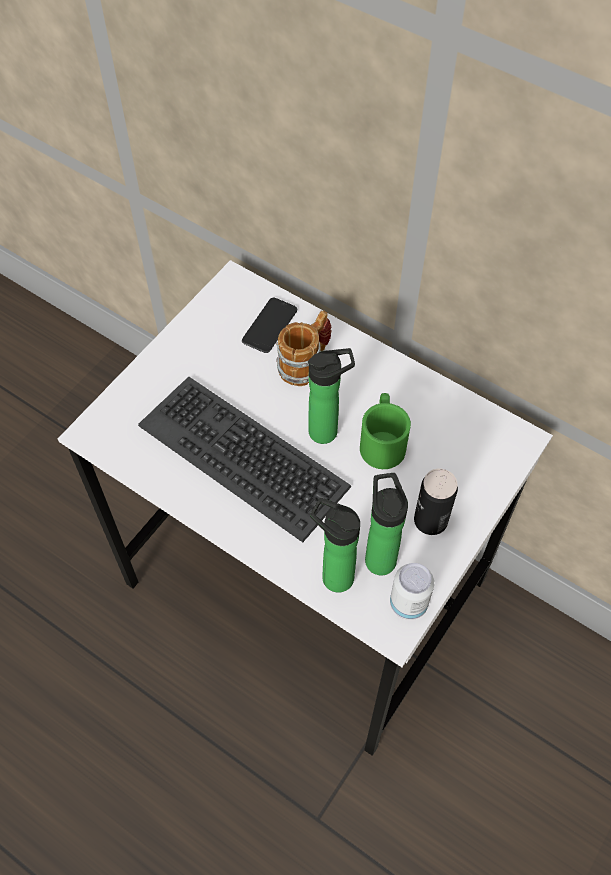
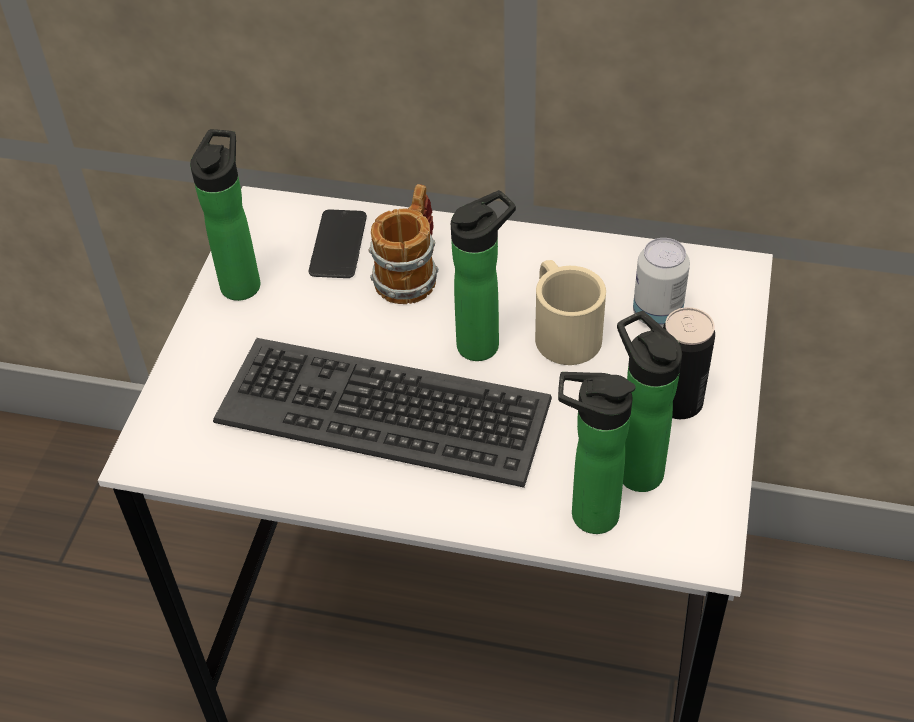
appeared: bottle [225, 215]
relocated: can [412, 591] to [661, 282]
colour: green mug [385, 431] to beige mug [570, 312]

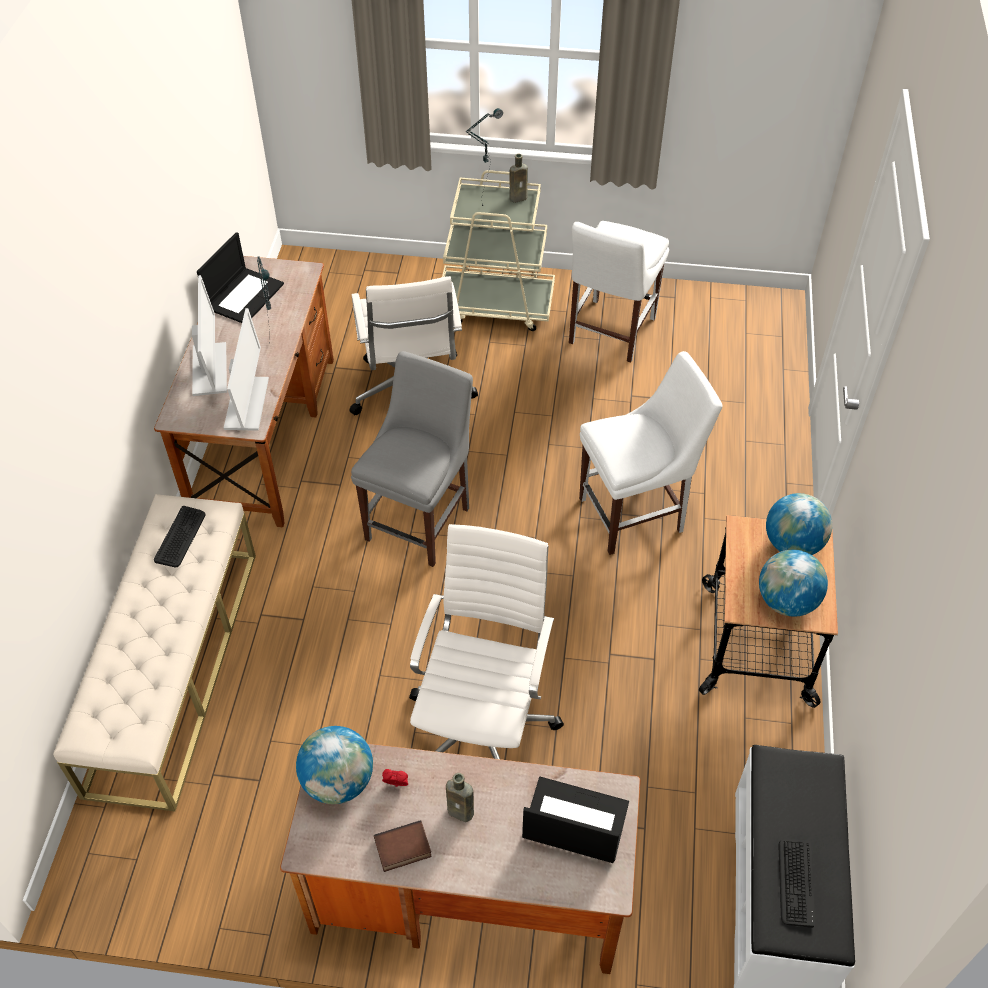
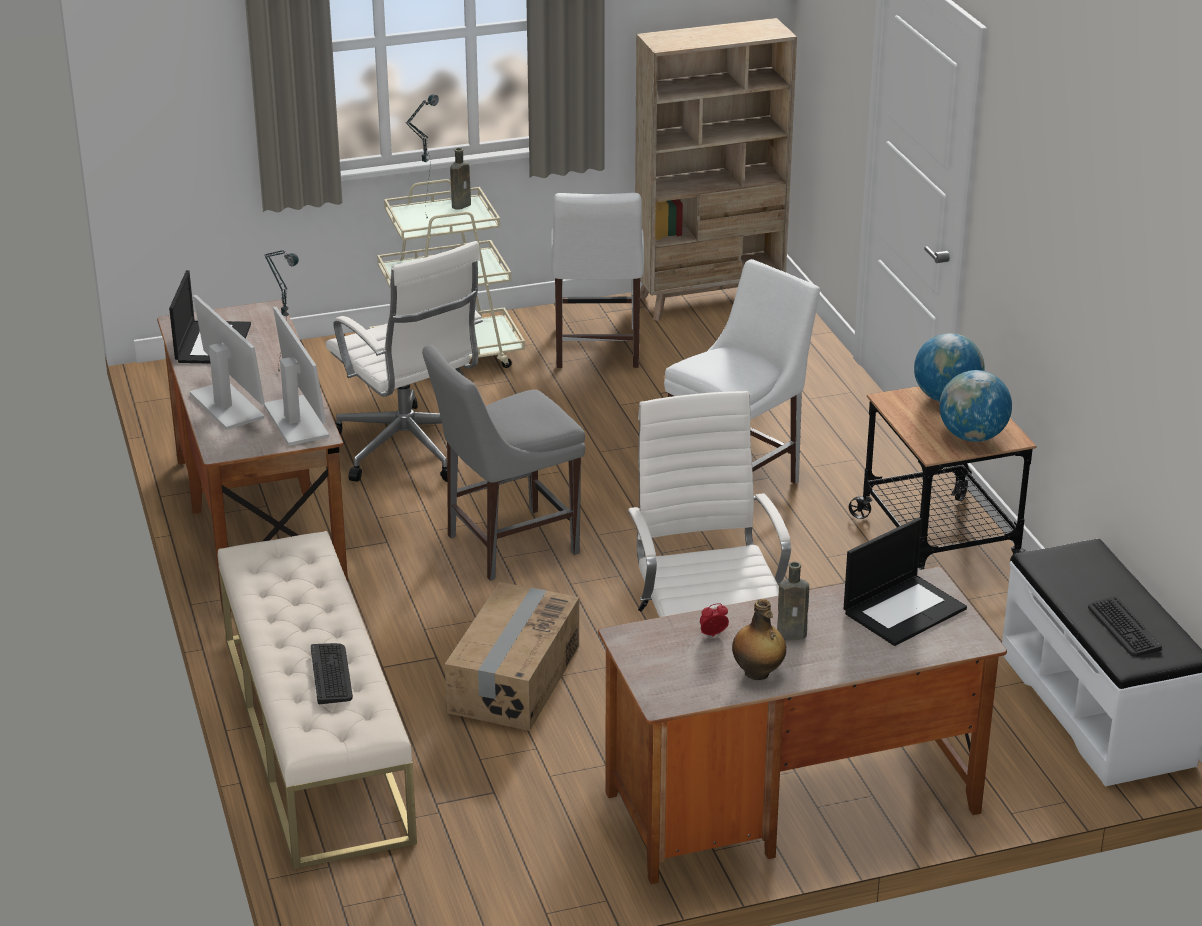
missing: globe [334, 765]
appeared: cardboard box [512, 656]; beige bookcase [716, 169]
relocated: keyboard [180, 536] to [332, 673]
exchanged: book [403, 846] to bottle [759, 639]
spun: grey chair [412, 459] = [503, 463] 120 degrees counterclockwise; laptop [575, 820] = [905, 581] 150 degrees clockwise

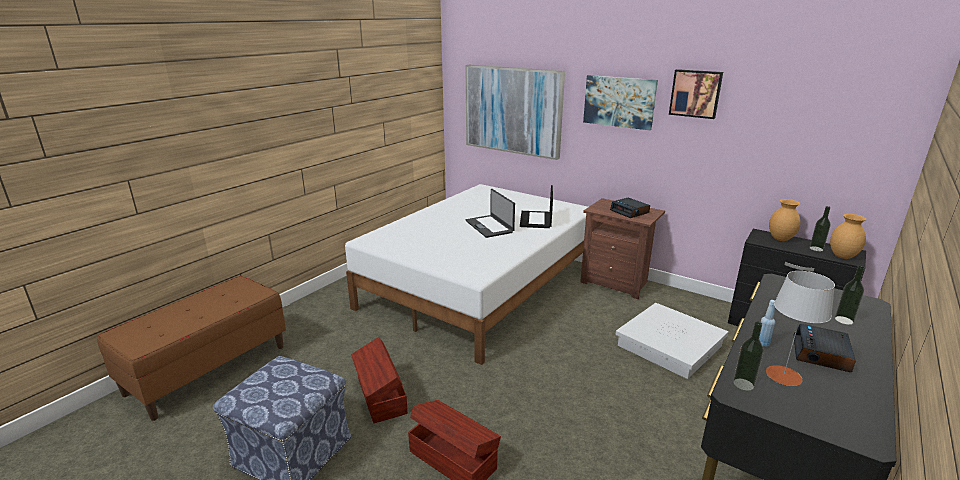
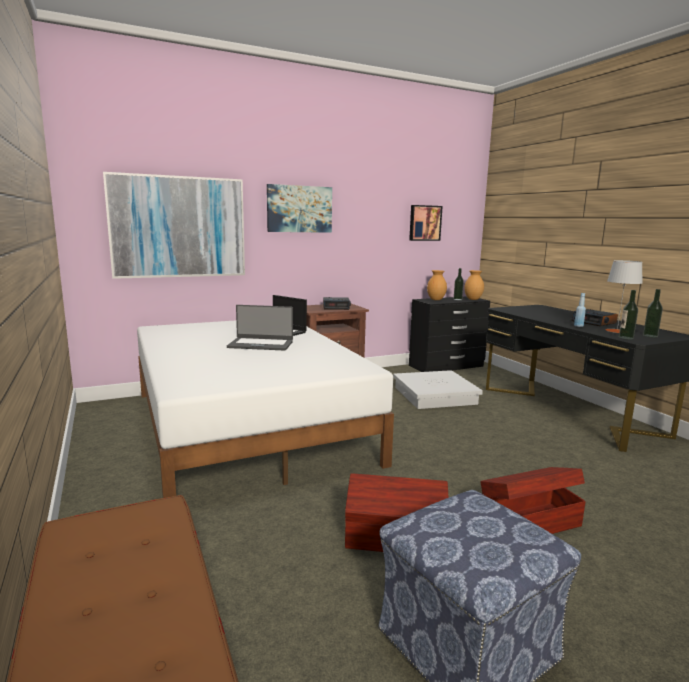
relocated: picture [696, 94] to [426, 223]; bottle [850, 295] to [653, 313]

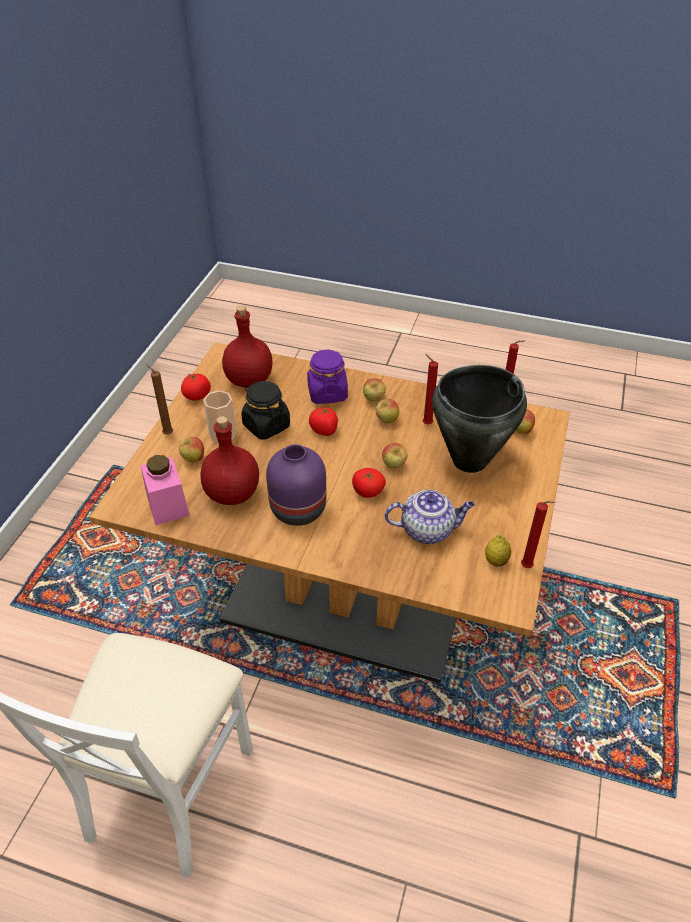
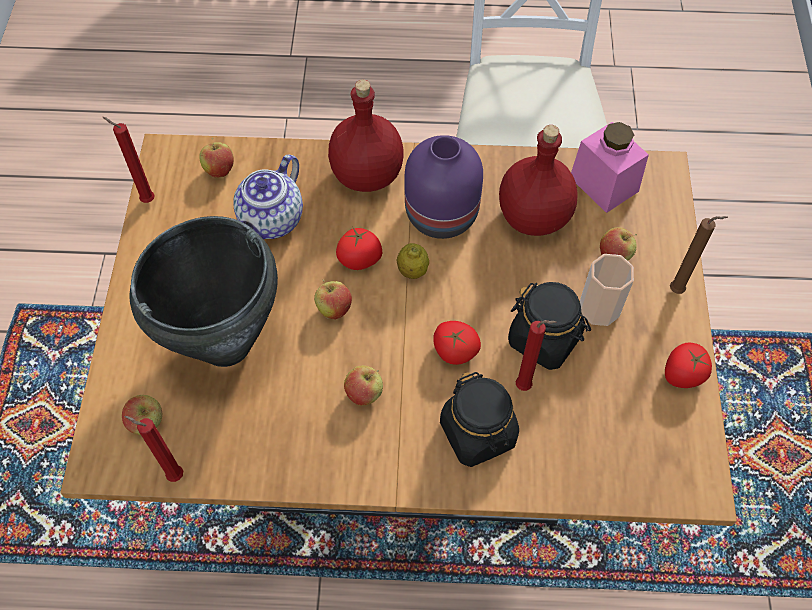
relocated: apple [374, 390] to [216, 158]; red bottle [247, 347] to [366, 136]; lemon [498, 551] to [413, 261]; red candle [430, 389] to [536, 355]
colour: purple jar [327, 376] to black jar [479, 419]
spun: teapot [430, 517] = [268, 197] 45 degrees counterclockwise

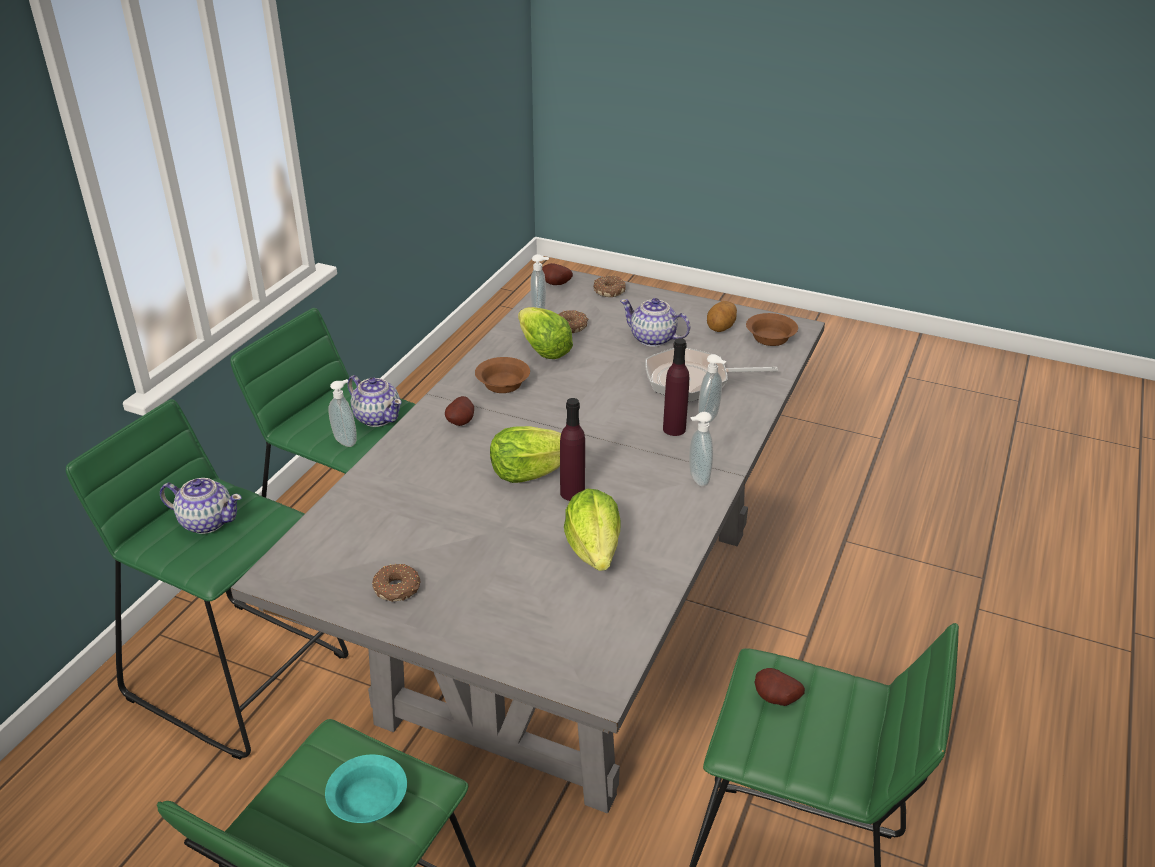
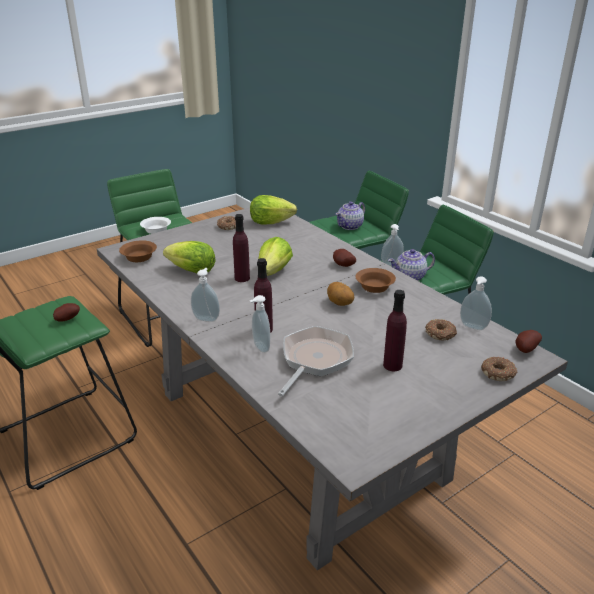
relocated: brown bowl [772, 329] to [138, 251]; lettuce [545, 333] to [273, 210]; potato [722, 316] to [341, 294]
exchanged: teapot [655, 322] to purple bottle [395, 330]
colour: turquoise bowl [366, 788] to white bowl [155, 225]

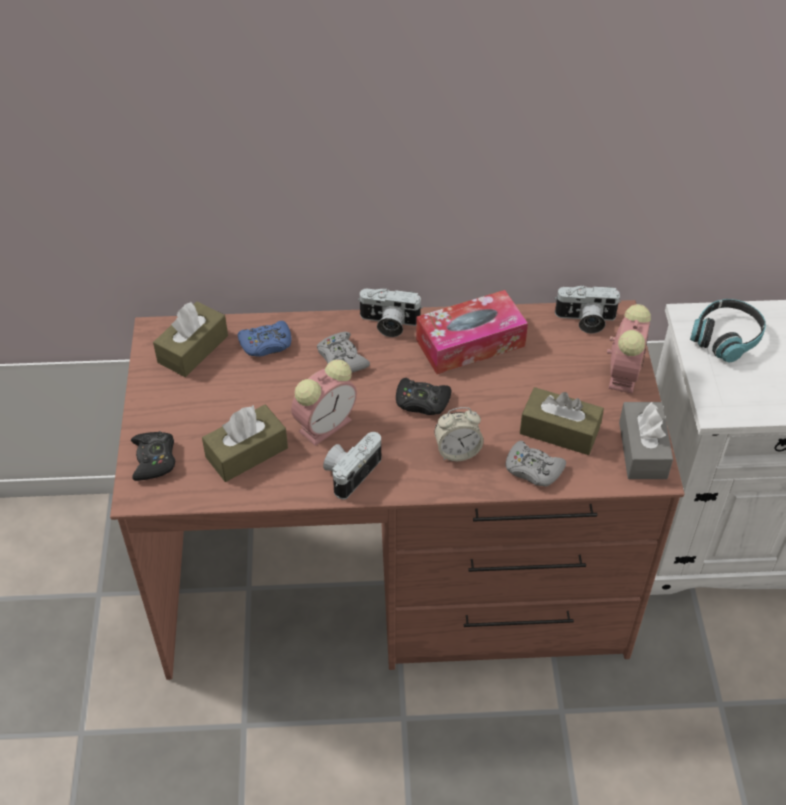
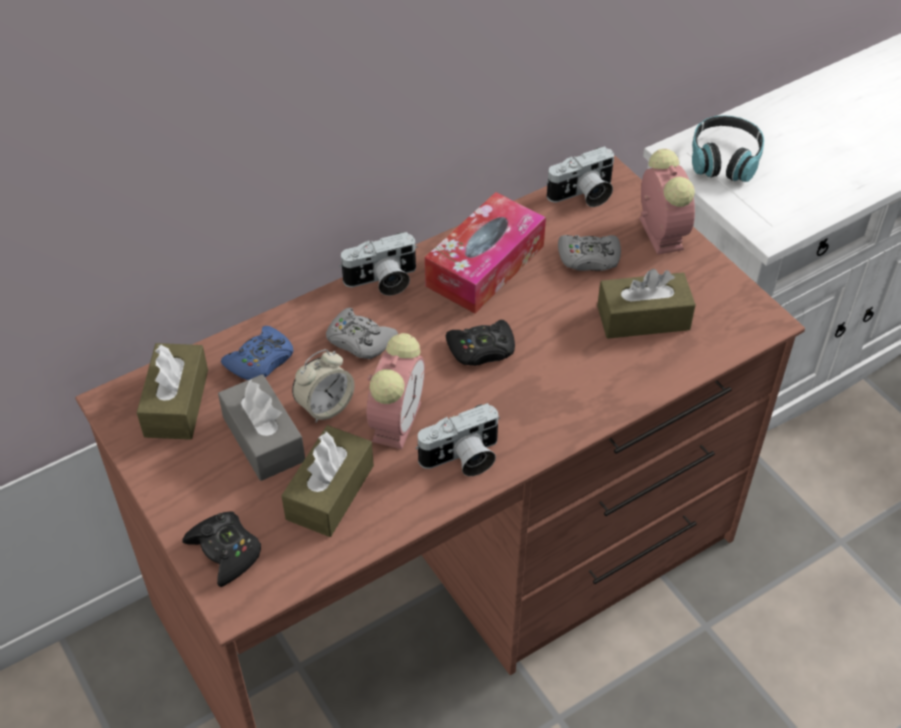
relocated: grey tissue box [646, 440] to [261, 427]; alarm clock [459, 434] to [323, 386]; grey game controller [535, 463] to [589, 253]
spun: photo camera [352, 466] = [457, 439] 120 degrees counterclockwise

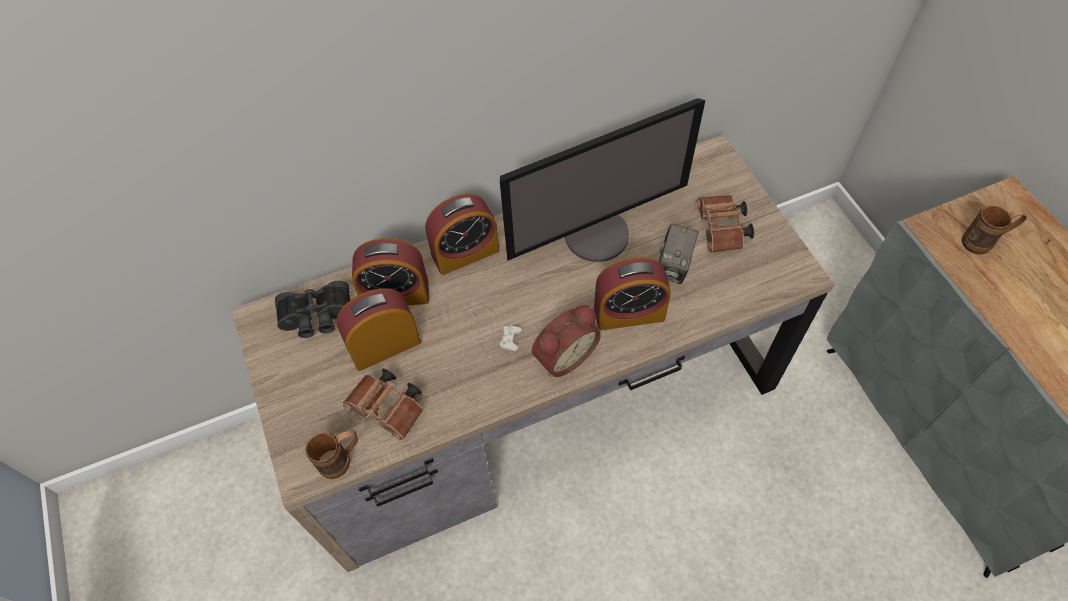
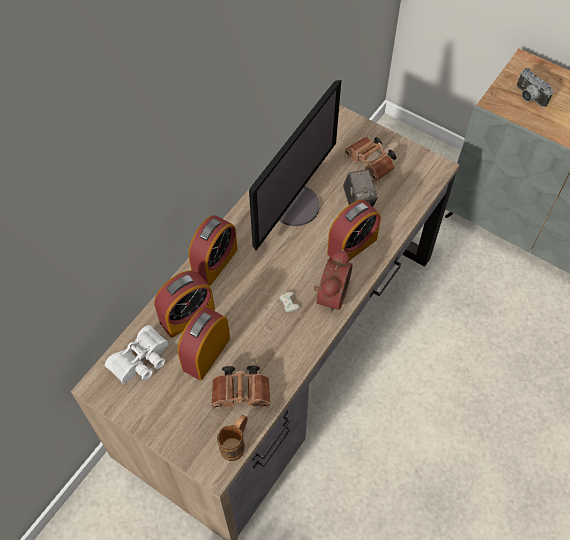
exchanged: brown mug [994, 229] to photo camera [535, 87]
colour: black binoculars [312, 309] to white binoculars [136, 354]

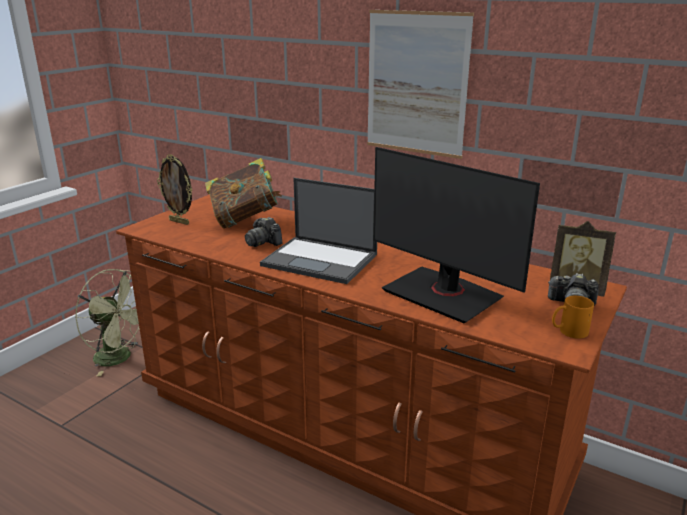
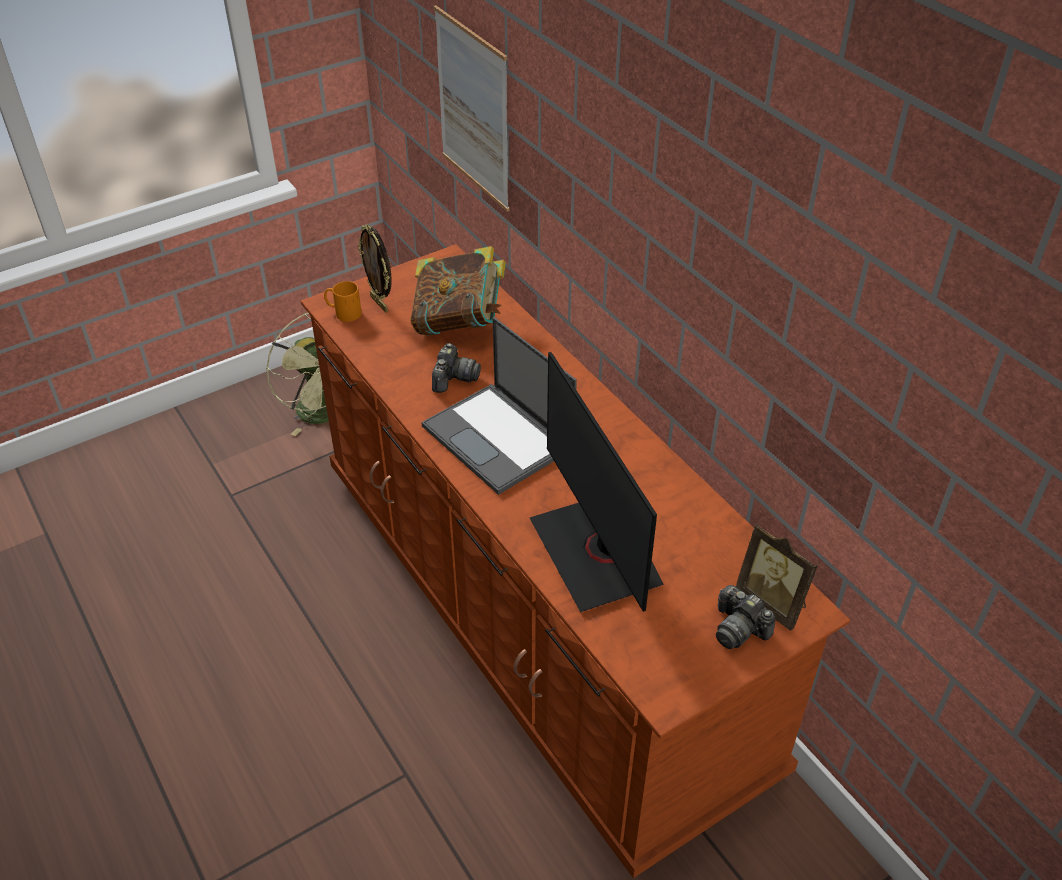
relocated: orange mug [573, 317] to [343, 301]; picture [420, 84] to [471, 108]
spun: photo camera [264, 232] = [456, 368] 150 degrees counterclockwise

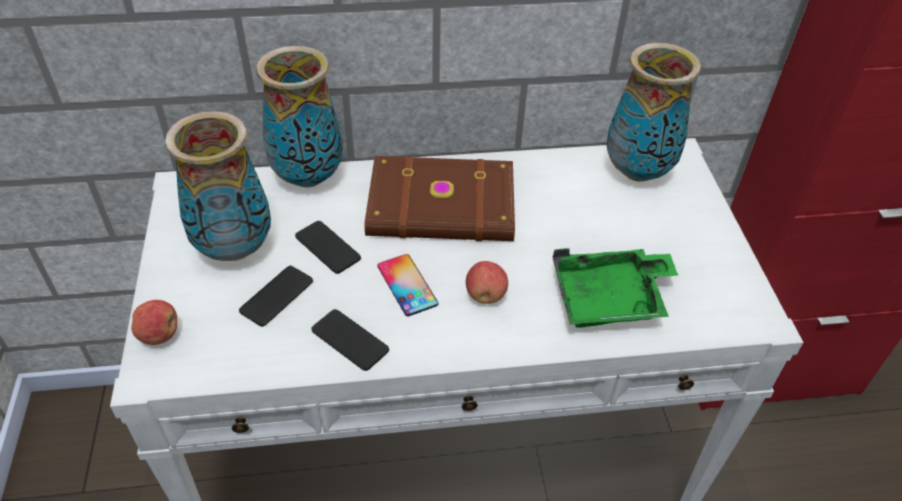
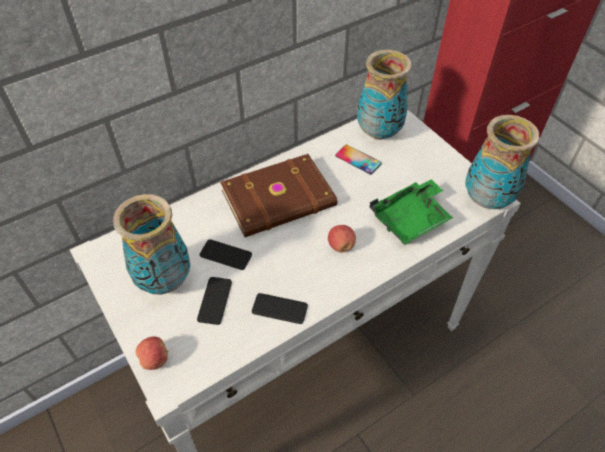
relocated: phone [407, 285] to [358, 159]; vase [299, 116] to [502, 162]

